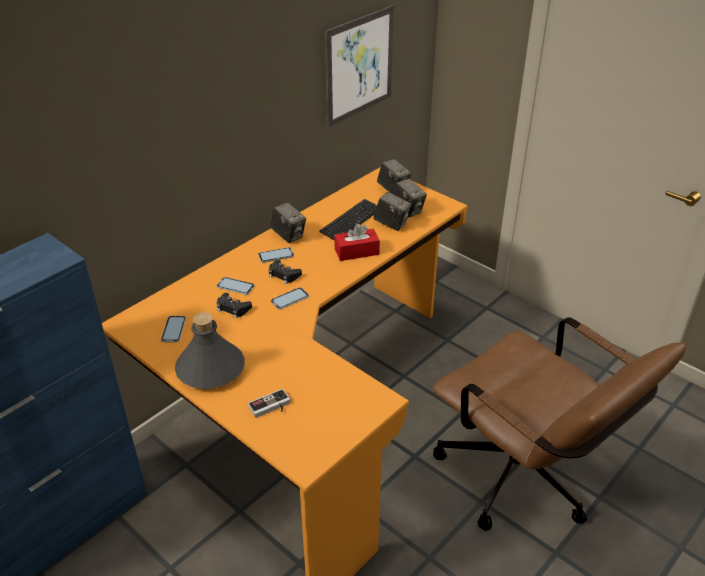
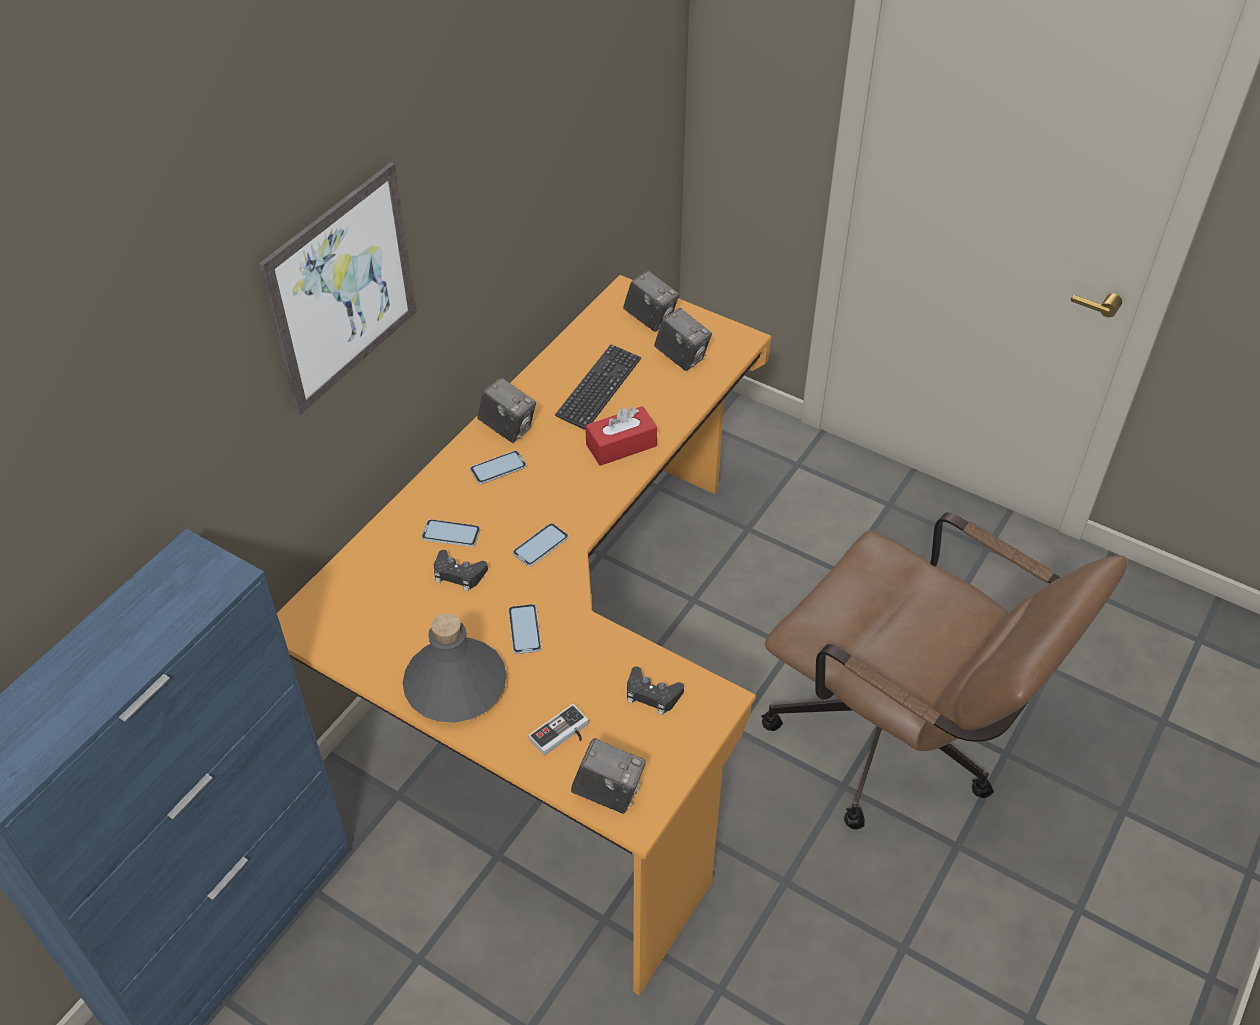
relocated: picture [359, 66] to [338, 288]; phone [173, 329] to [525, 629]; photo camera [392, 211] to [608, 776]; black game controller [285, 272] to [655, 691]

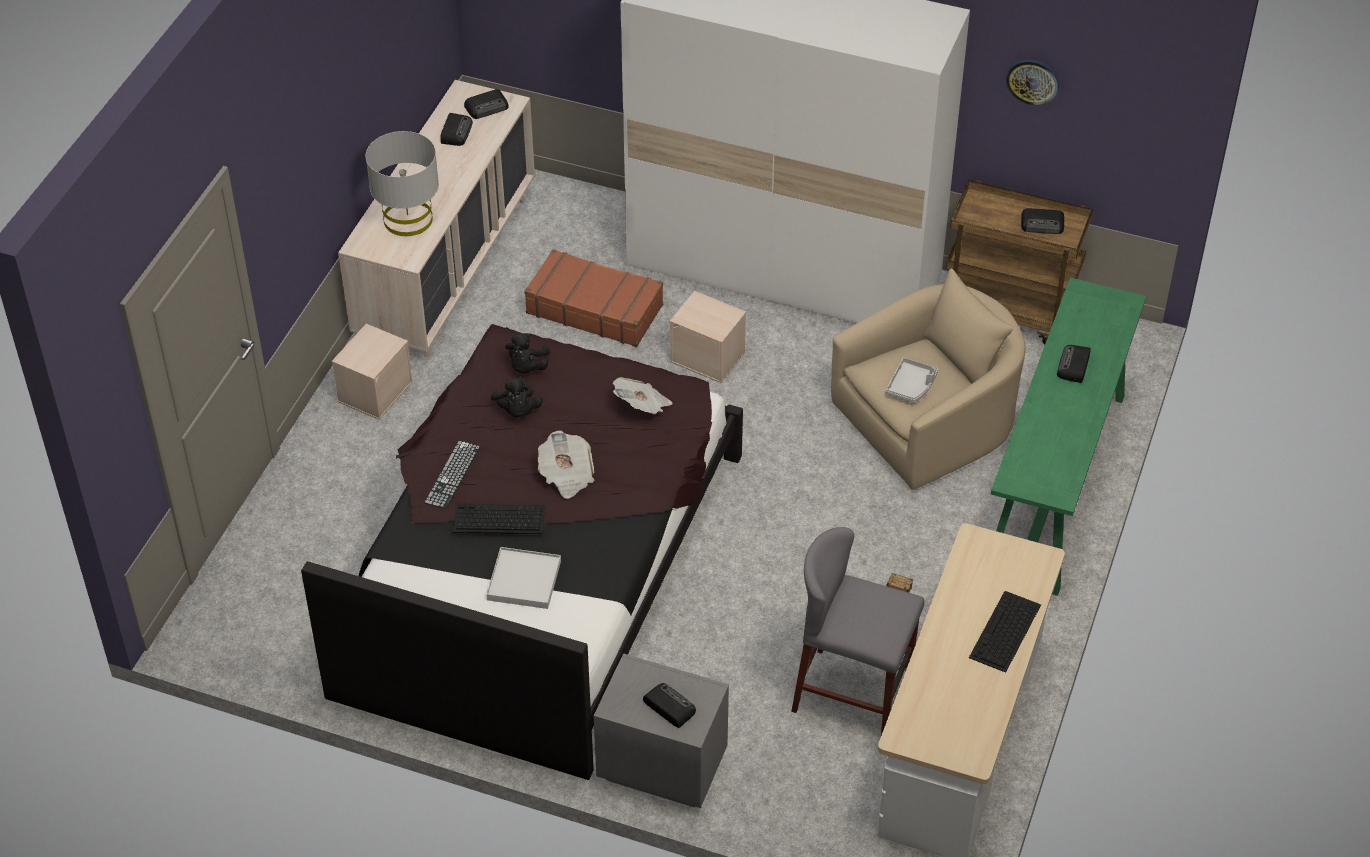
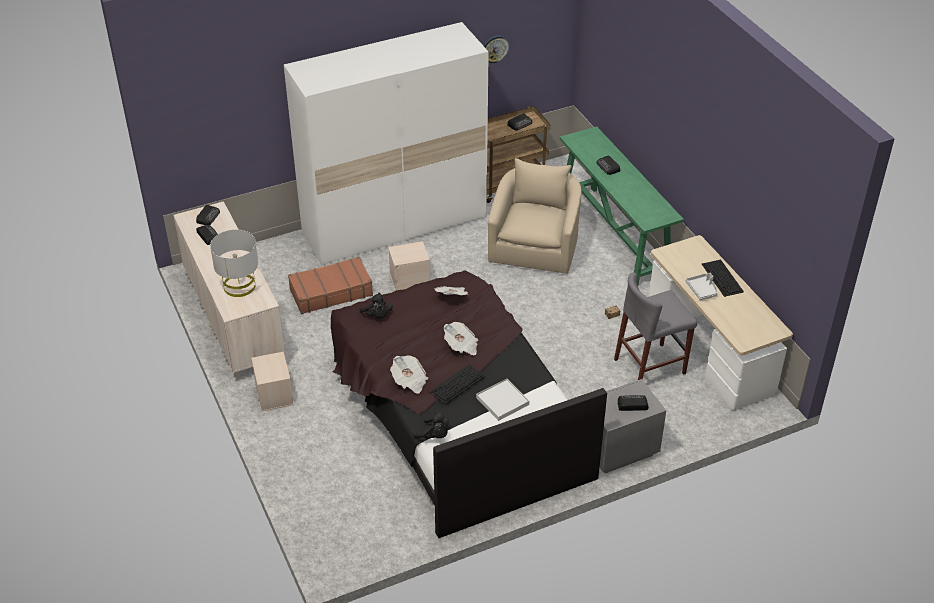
relocated: black plush toy [517, 397] to [431, 425]; grey tray [911, 380] to [701, 287]
exchanged: keyboard [452, 474] to newspaper [409, 374]

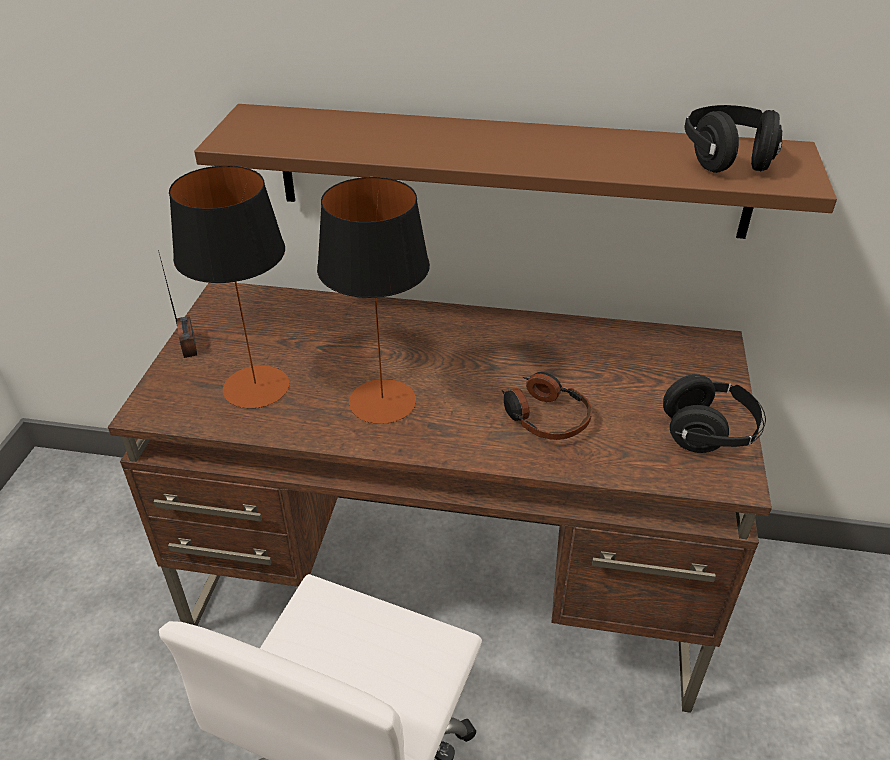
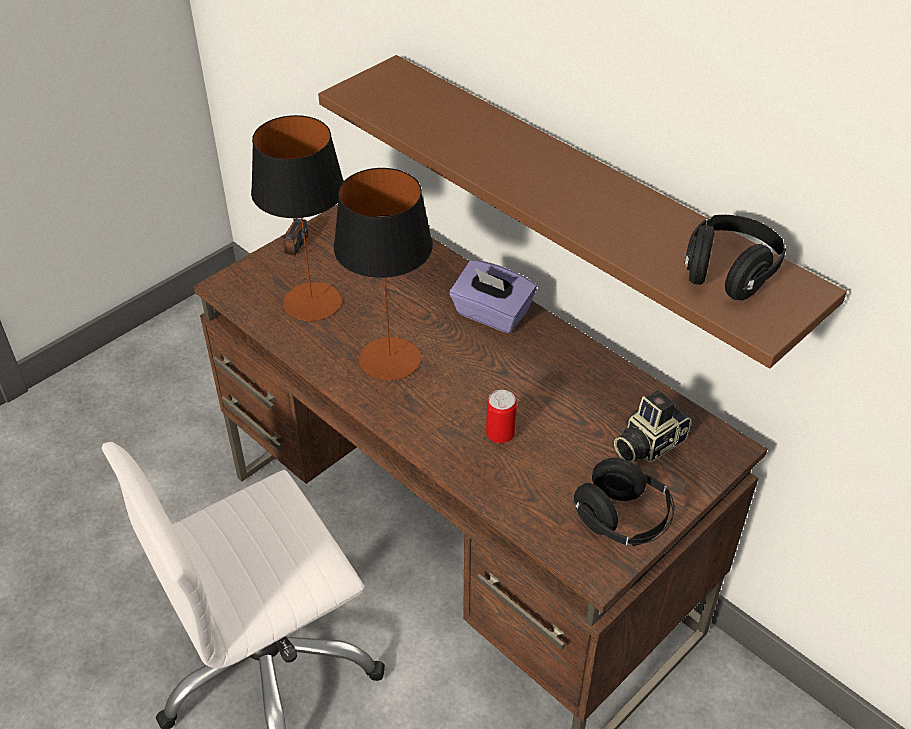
appeared: purple tissue box [493, 296]; photo camera [652, 427]
exchanged: headphones [547, 406] to can [501, 417]

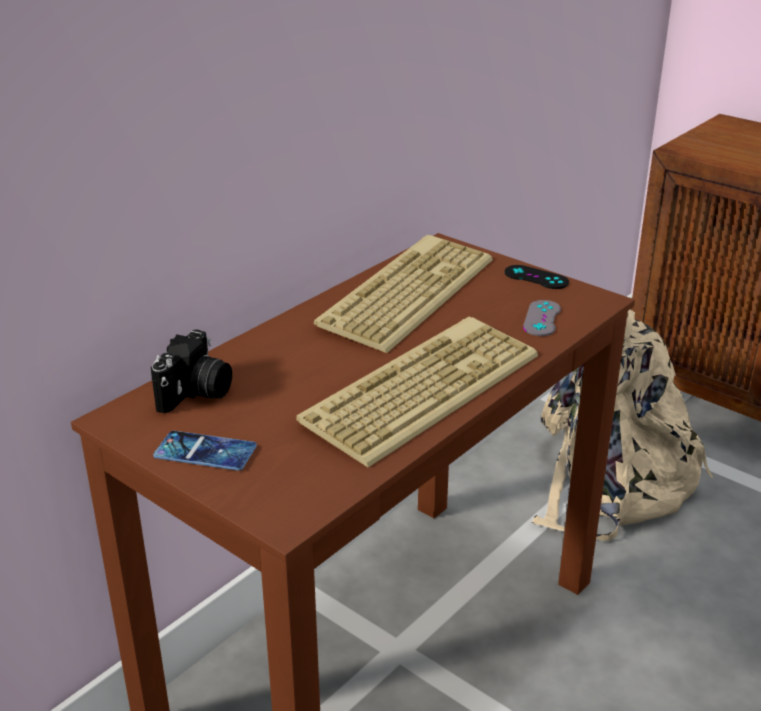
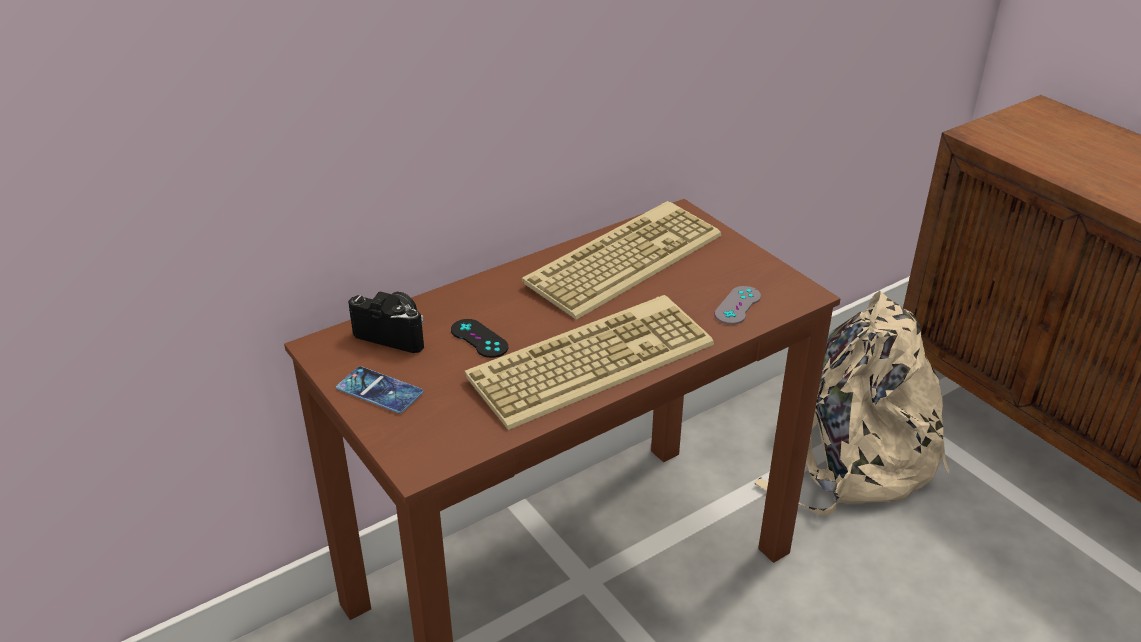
relocated: black game controller [537, 277] to [479, 338]
spun: photo camera [191, 371] = [386, 322] 105 degrees counterclockwise

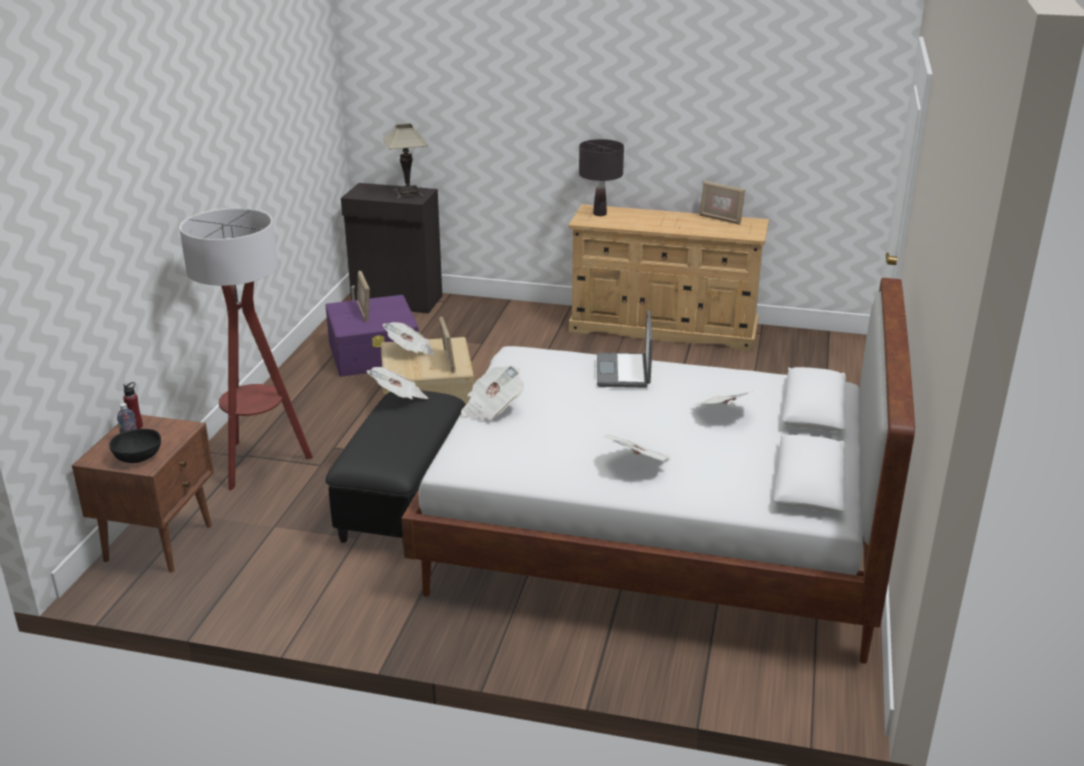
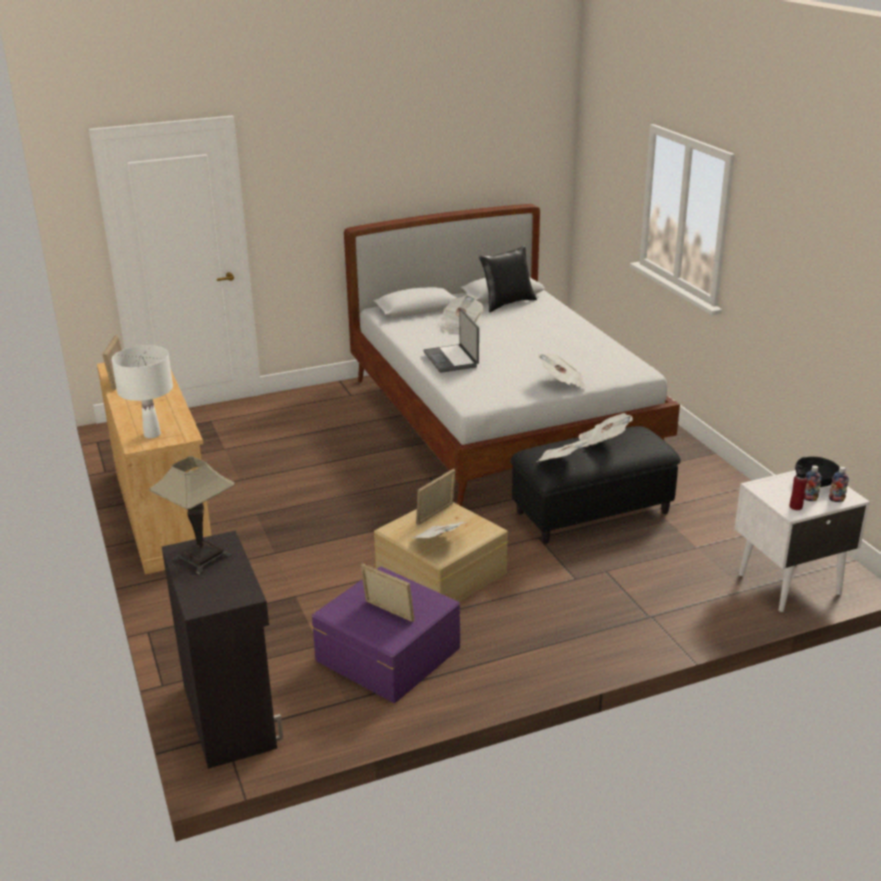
missing: floor lamp [246, 349]
appeared: black pillow [508, 279]; bottle [839, 484]
relocated: newspaper [638, 448] to [605, 430]
colour: black table lamp [601, 177] to white table lamp [142, 391]; brown nightstand [143, 494] to white nightstand [802, 541]
spun: picture frame [363, 296] = [388, 592] 90 degrees counterclockwise; laptop [625, 349] = [451, 341] 105 degrees clockwise

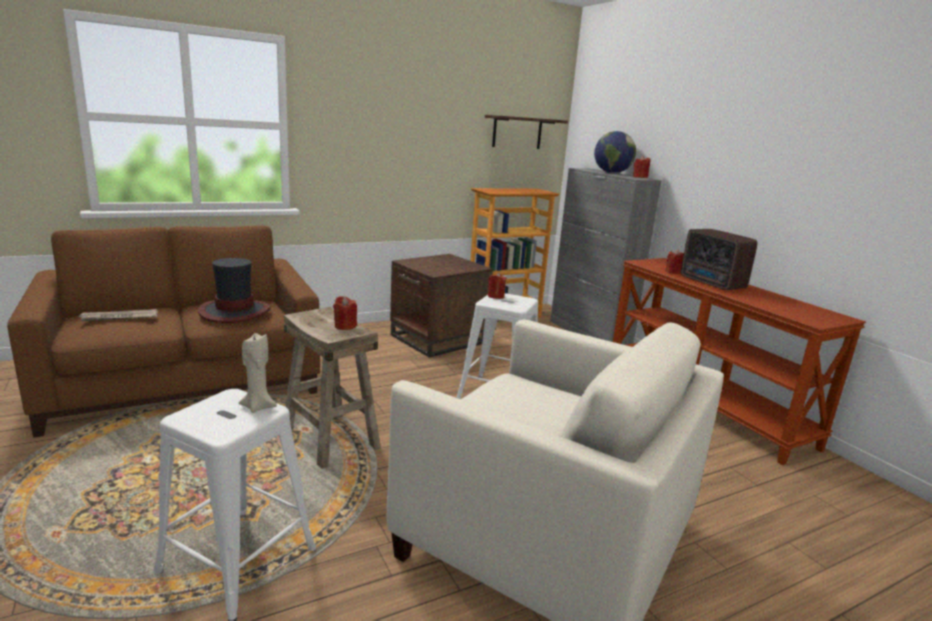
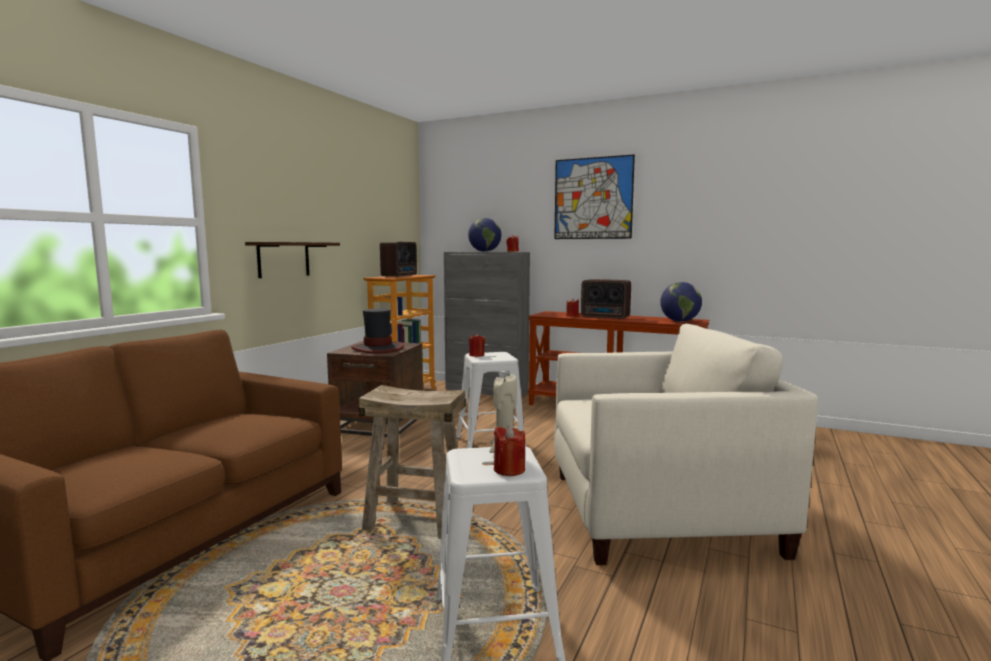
missing: newspaper [117, 315]
appeared: radio [398, 259]; picture [594, 196]; globe [681, 302]
relocated: shelf [526, 132] to [292, 260]; hat [234, 290] to [377, 330]; red candle [345, 313] to [509, 451]

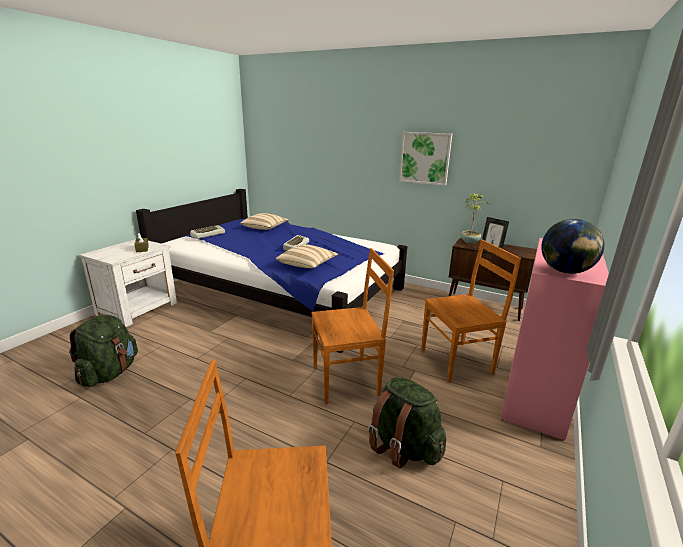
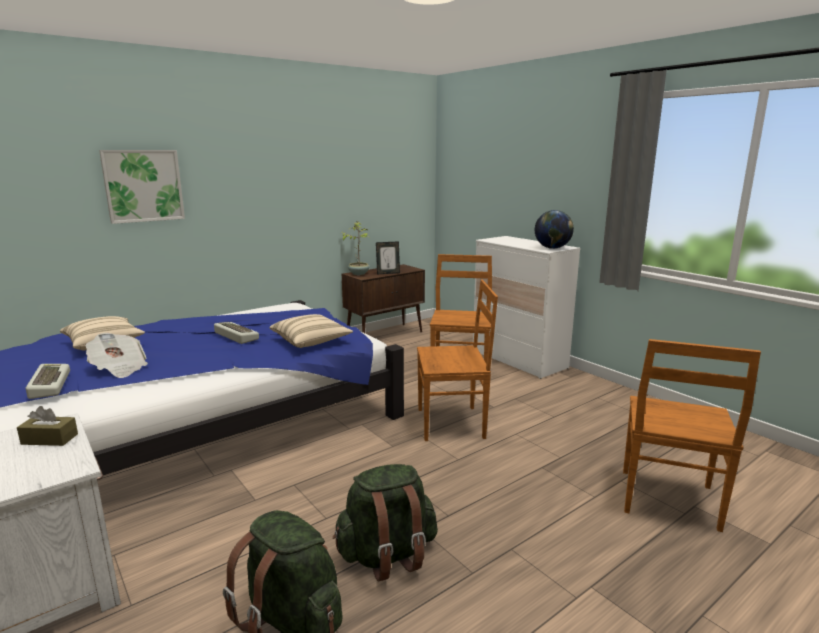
appeared: newspaper [116, 355]
relocated: picture [425, 159] to [142, 187]; green backpack [407, 423] to [385, 522]
colour: pink dresser [554, 339] to white dresser [526, 307]
spun: brown chair [353, 326] = [457, 360] 75 degrees clockwise

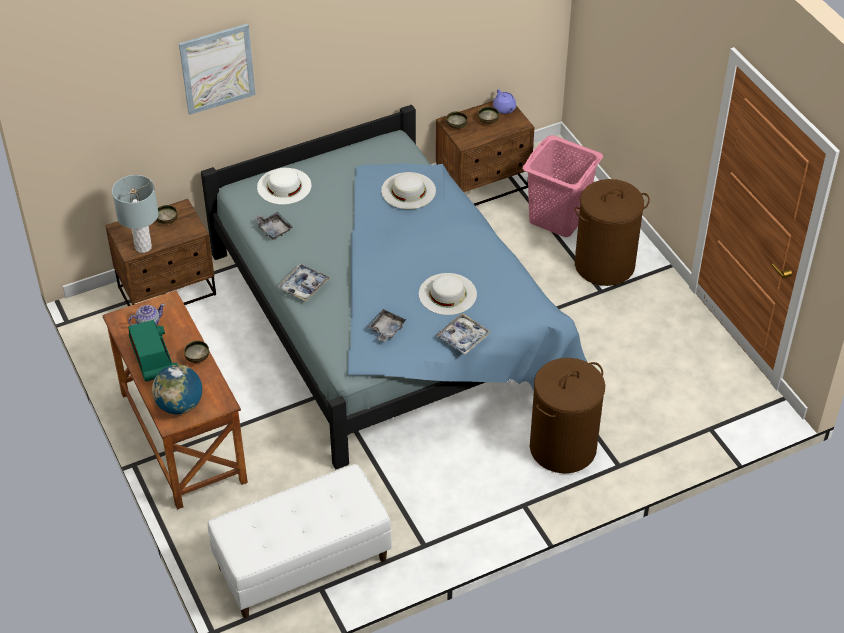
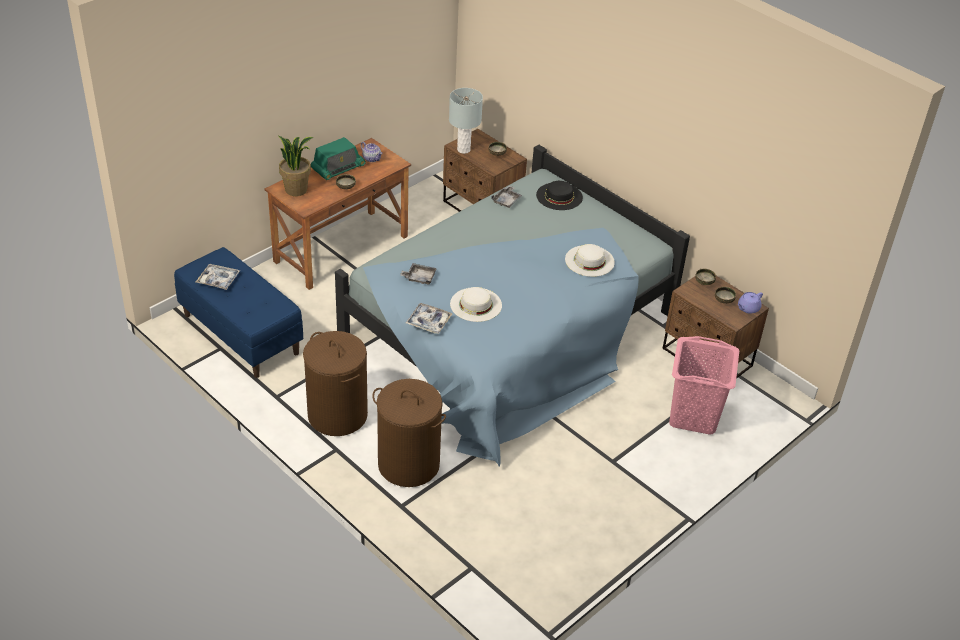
missing: picture [217, 69]
relocated: tray [304, 282] to [218, 277]; brown laundry basket [612, 232] to [335, 383]
exchanged: globe [177, 389] to potted plant [296, 166]
colour: white bench [300, 541] to blue bench [238, 312]; white hat [284, 186] to black hat [559, 195]

